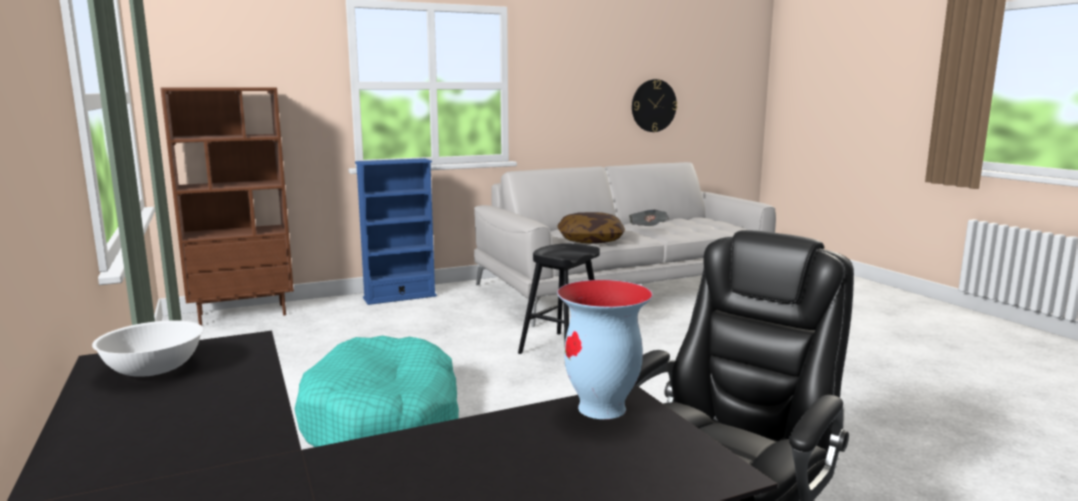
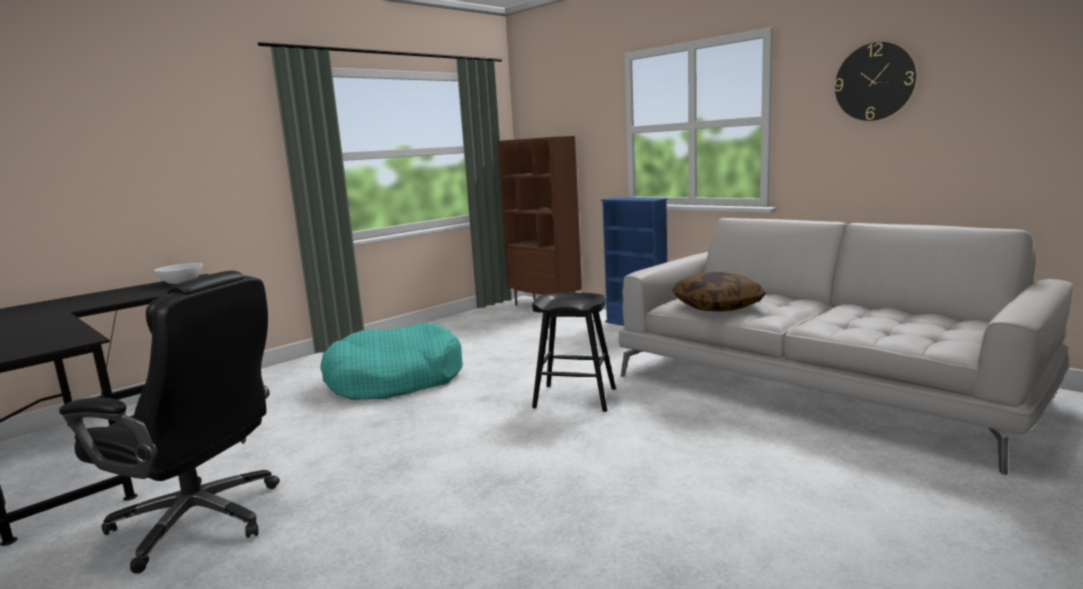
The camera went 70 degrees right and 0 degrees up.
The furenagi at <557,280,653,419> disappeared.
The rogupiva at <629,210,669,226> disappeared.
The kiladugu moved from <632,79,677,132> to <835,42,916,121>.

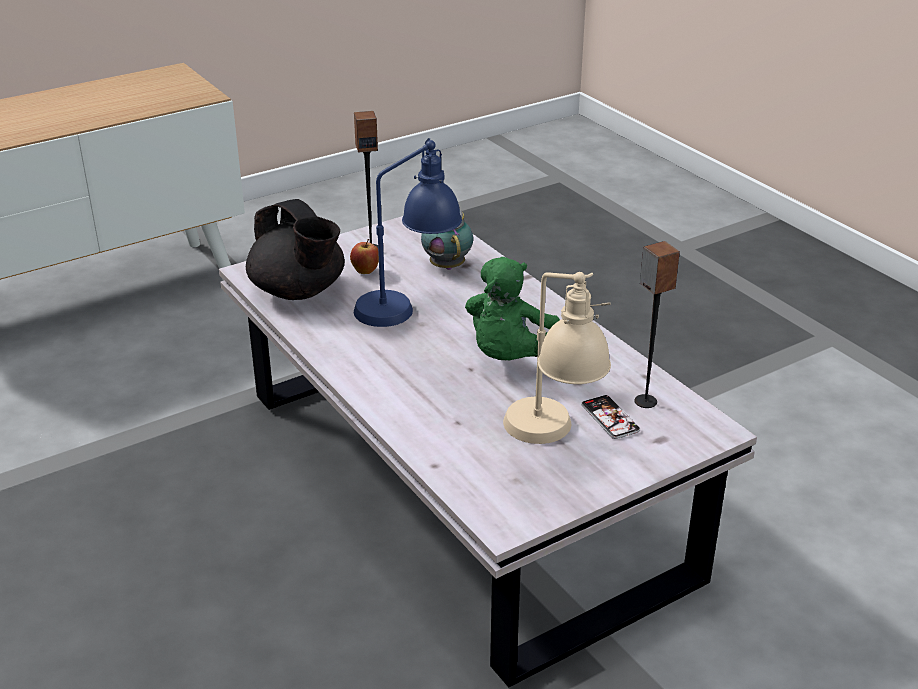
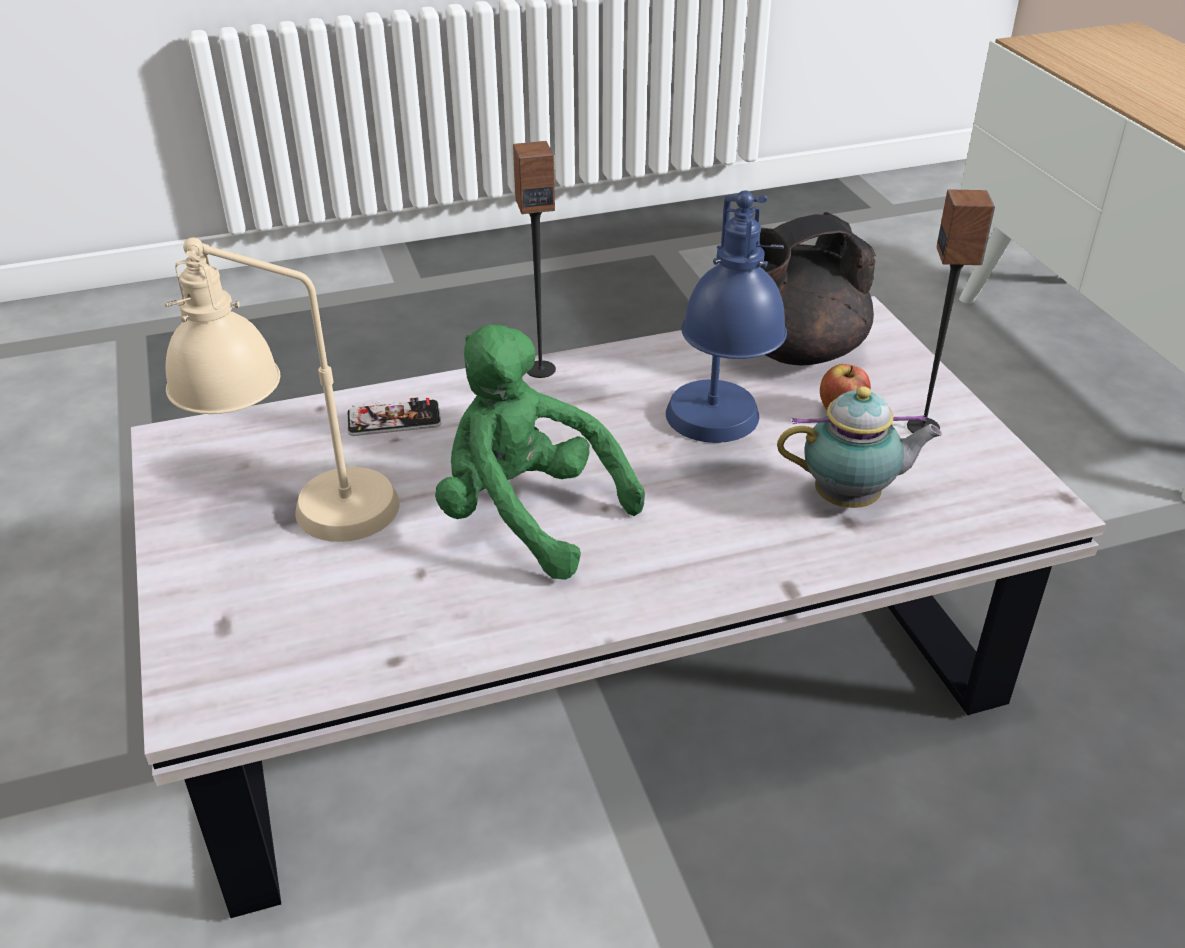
The camera went 105 degrees right and 5 degrees up.
The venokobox moved from <581,395,640,439> to <347,397,441,436>.
The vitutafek moved from <634,241,680,408> to <513,141,556,378>.

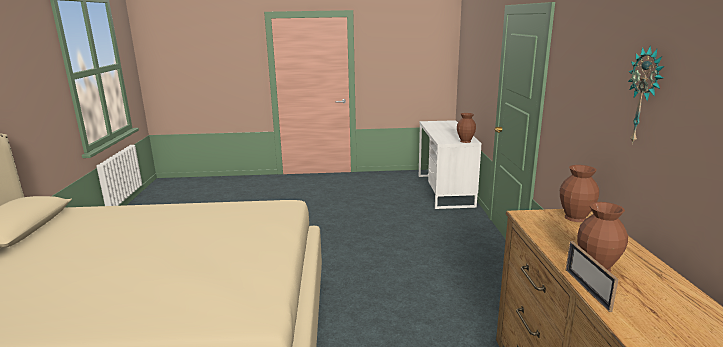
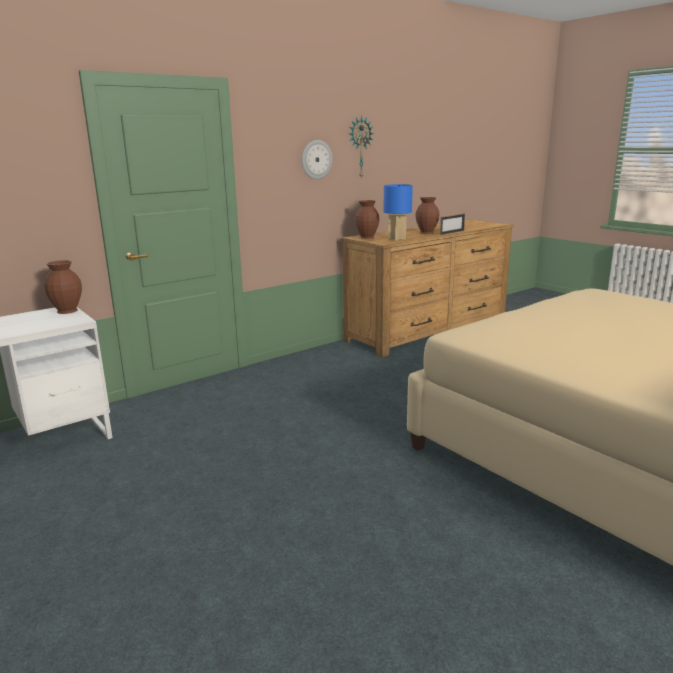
The camera went 125 degrees left and 0 degrees up.
The kiladugu at <302,140,333,180> appeared.
The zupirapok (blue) at <383,184,413,241> appeared.

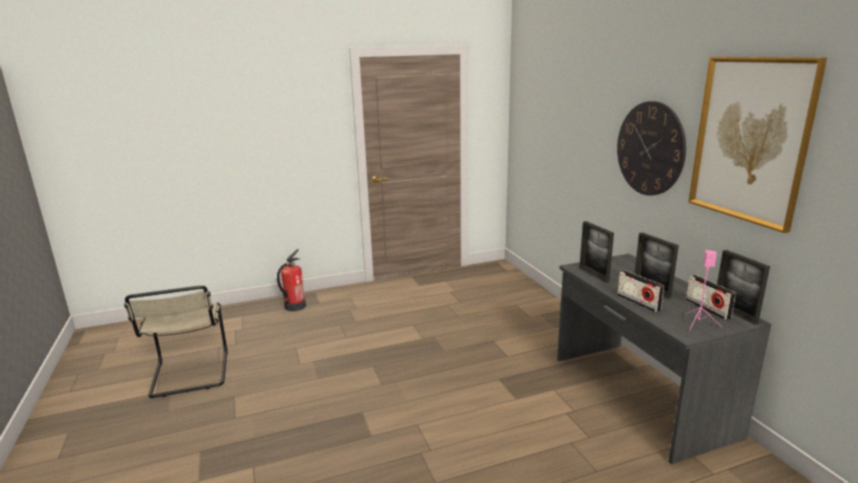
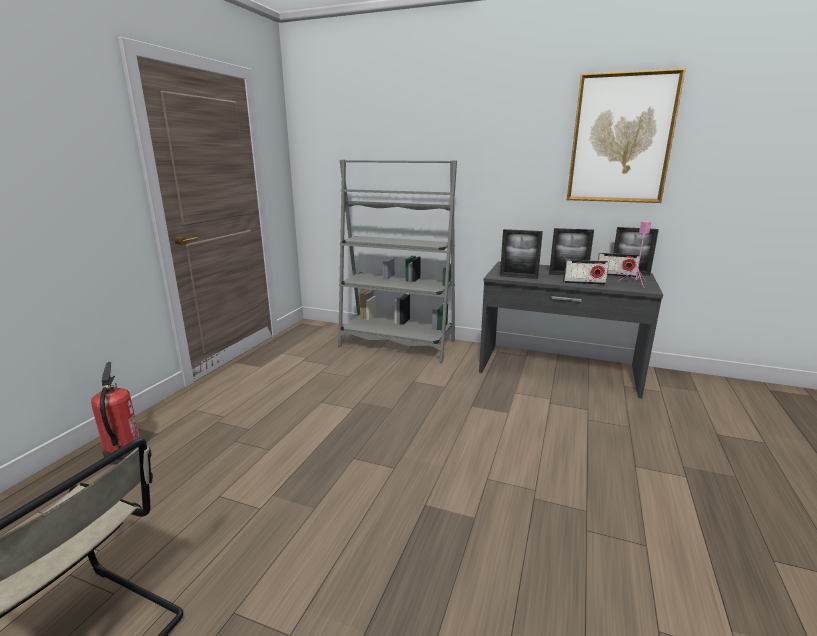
The camera went 50 degrees left and 0 degrees up.
The kiladugu at <617,101,686,196> disappeared.
The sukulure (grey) at <338,160,457,363> appeared.

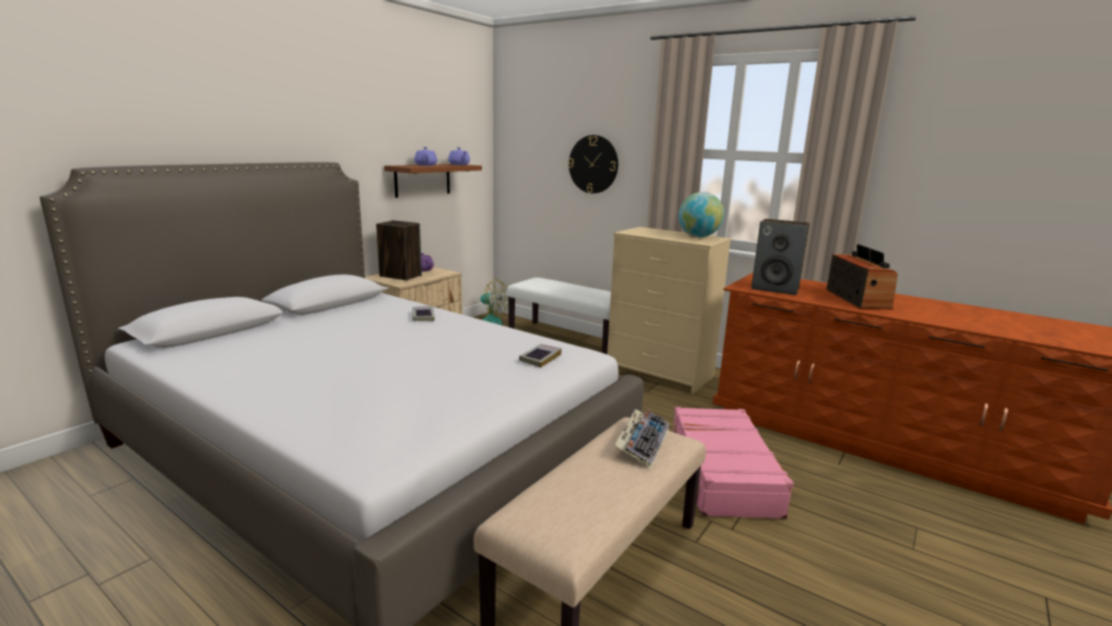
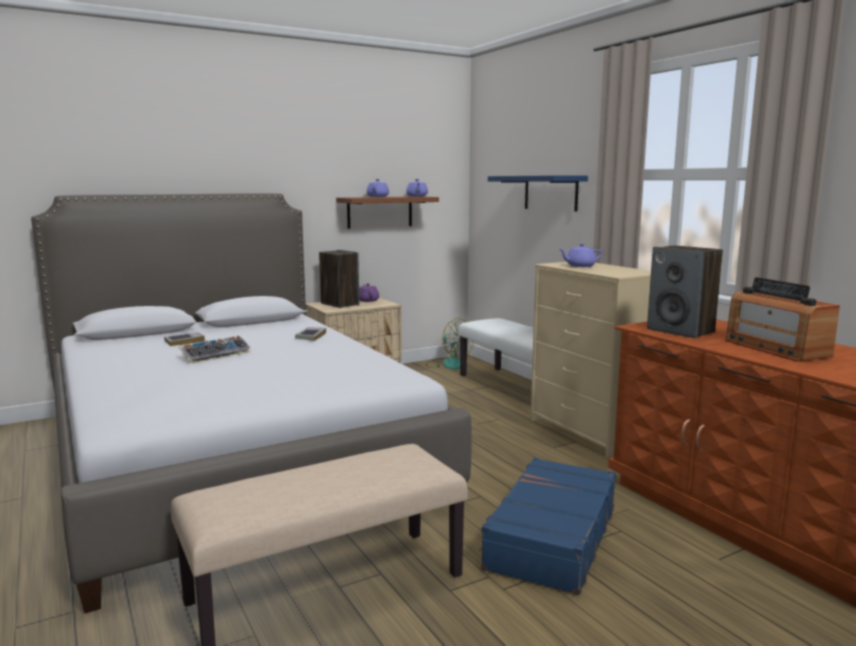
The camera went 25 degrees right and 5 degrees down.
The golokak moved from <519,344,562,368> to <164,332,205,346>.
The kiladugu at <568,135,618,194> was replaced by the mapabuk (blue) at <488,175,588,212>.
The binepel moved from <614,409,669,468> to <178,336,251,364>.
The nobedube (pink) at <673,407,794,519> became the nobedube (blue) at <479,457,616,595>.
The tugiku at <678,192,724,237> disappeared.
The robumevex at <827,244,898,310> turned 135 degrees clockwise.
The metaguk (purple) at <559,243,602,267> appeared.

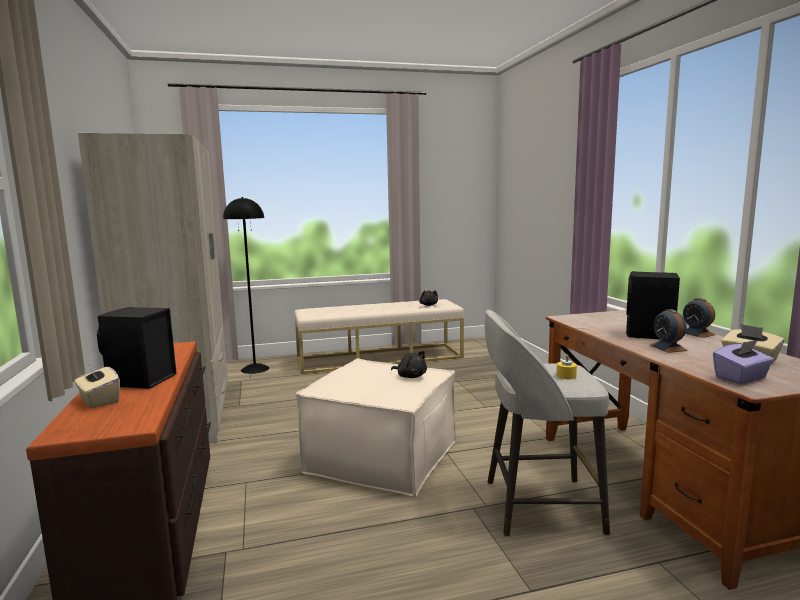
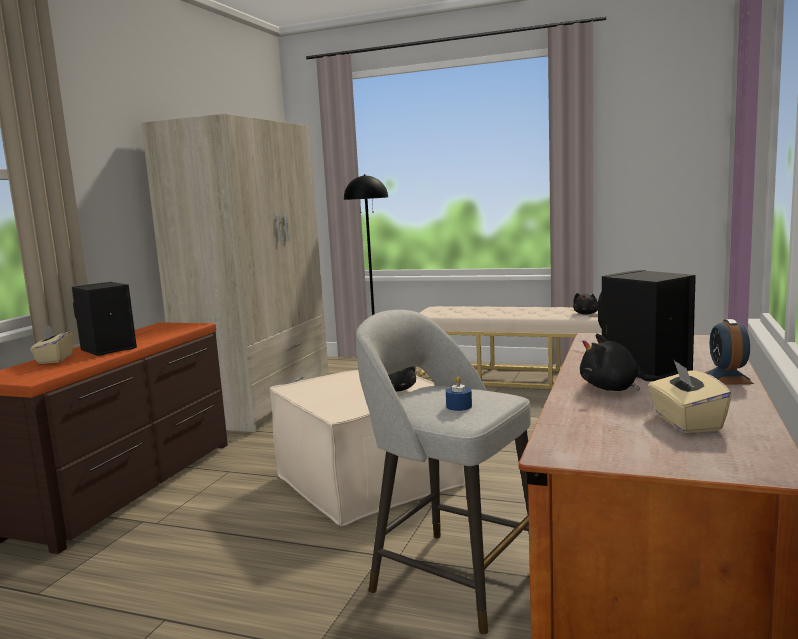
The camera went 35 degrees right and 0 degrees up.
The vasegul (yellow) at <557,354,577,379> became the vasegul (blue) at <446,377,472,411>.
The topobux at <650,309,688,353> was replaced by the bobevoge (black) at <580,334,662,391>.
The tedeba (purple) at <713,340,774,385> disappeared.

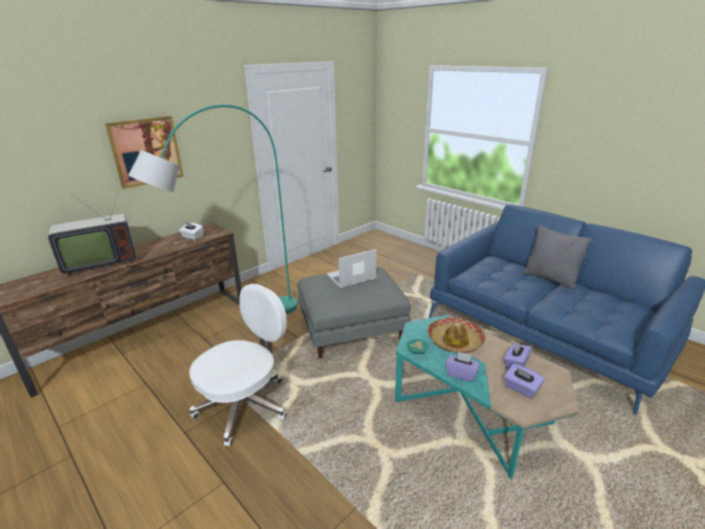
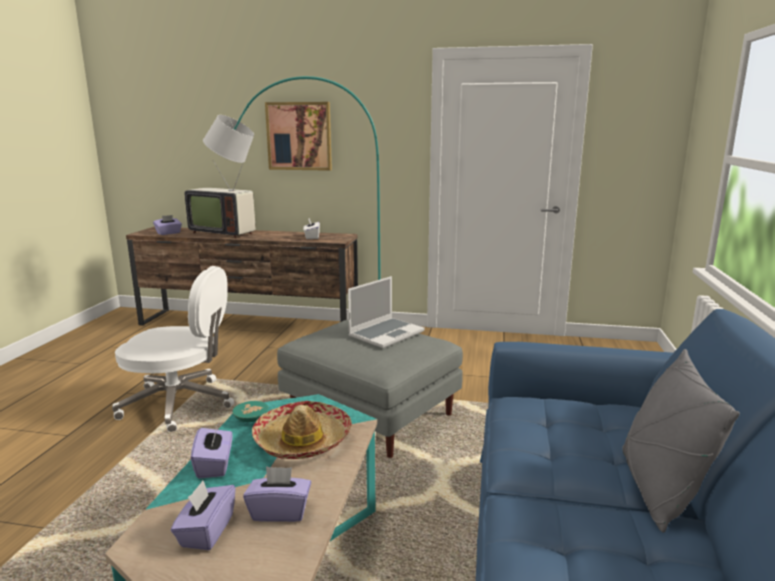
The camera went 55 degrees right and 10 degrees down.
The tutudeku at <327,249,377,288> turned 105 degrees clockwise.
The tedeba (purple) at <153,215,182,235> appeared.

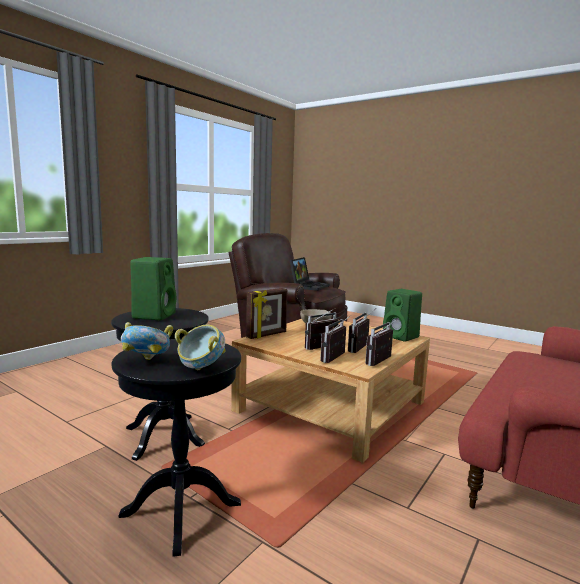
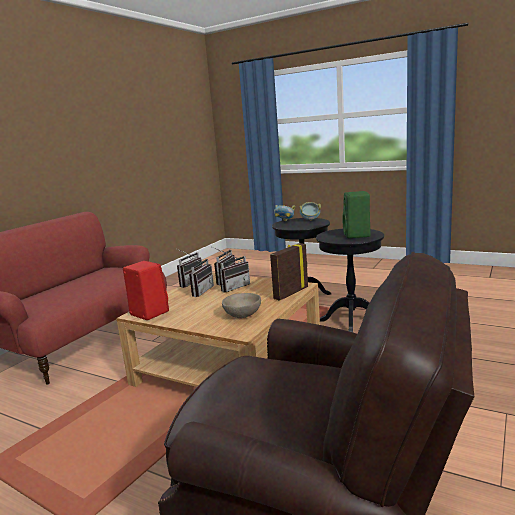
The camera went 175 degrees right and 5 degrees up.
The tutudeku at <290,257,329,291> disappeared.
The vitutafek (green) at <383,289,422,342> became the vitutafek (red) at <123,261,169,320>.

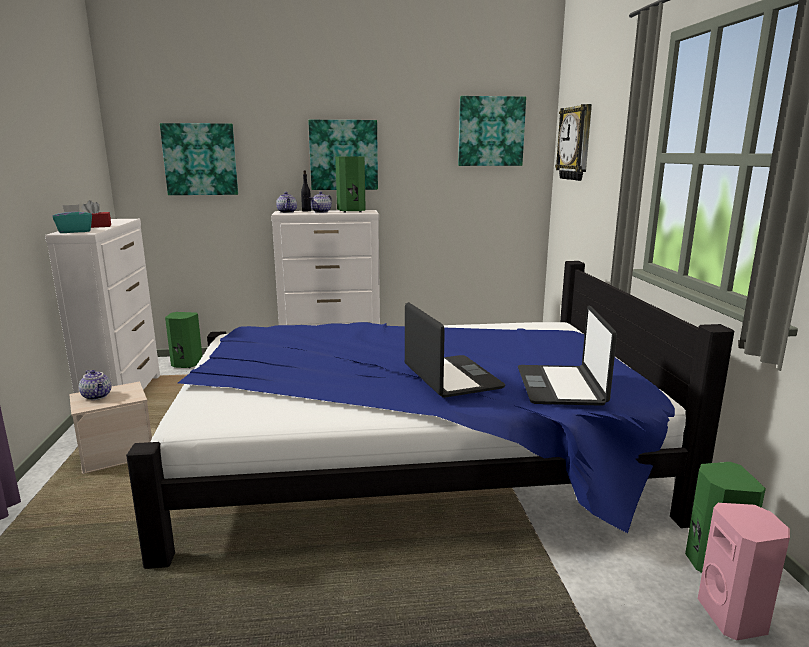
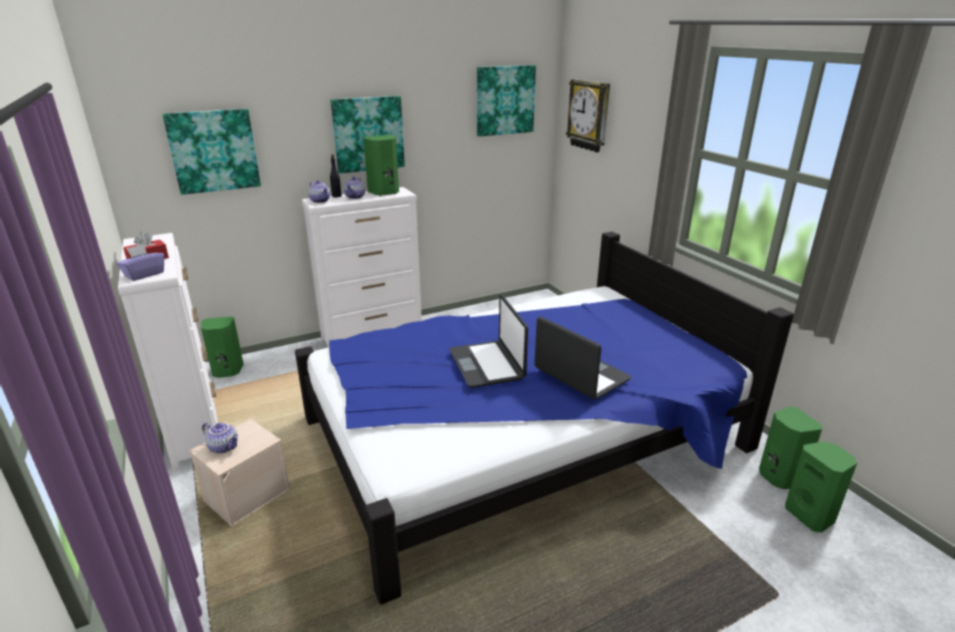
The camera went 20 degrees left and 10 degrees up.
The tedeba (turquoise) at <52,204,92,233> became the tedeba (purple) at <117,244,164,281>.
The tutudeku moved from <518,305,617,406> to <449,295,528,388>.
The vitutafek (pink) at <698,503,790,641> became the vitutafek (green) at <785,441,857,533>.

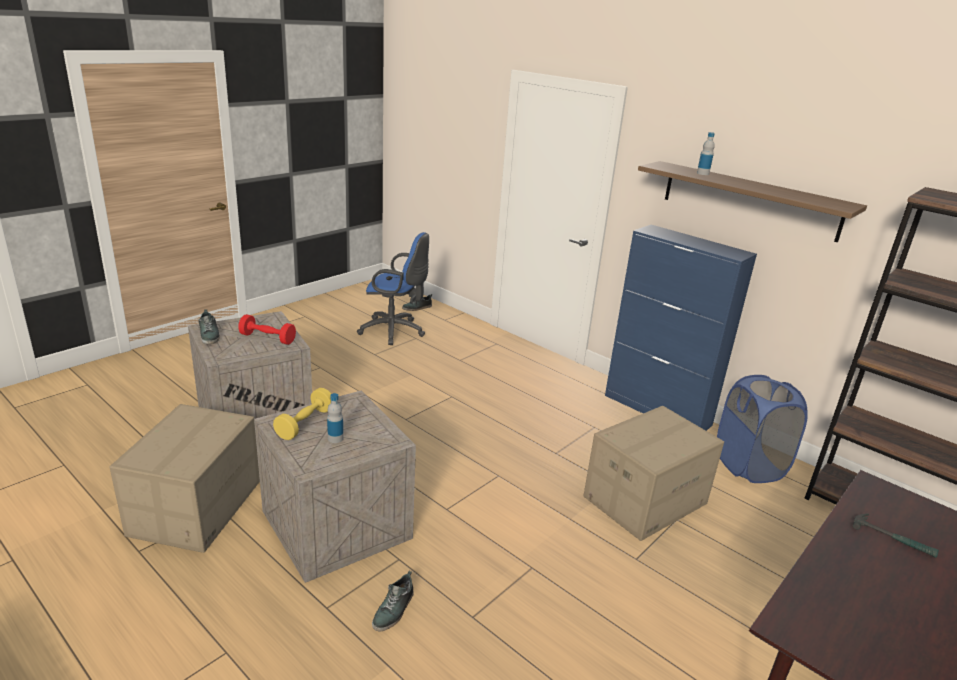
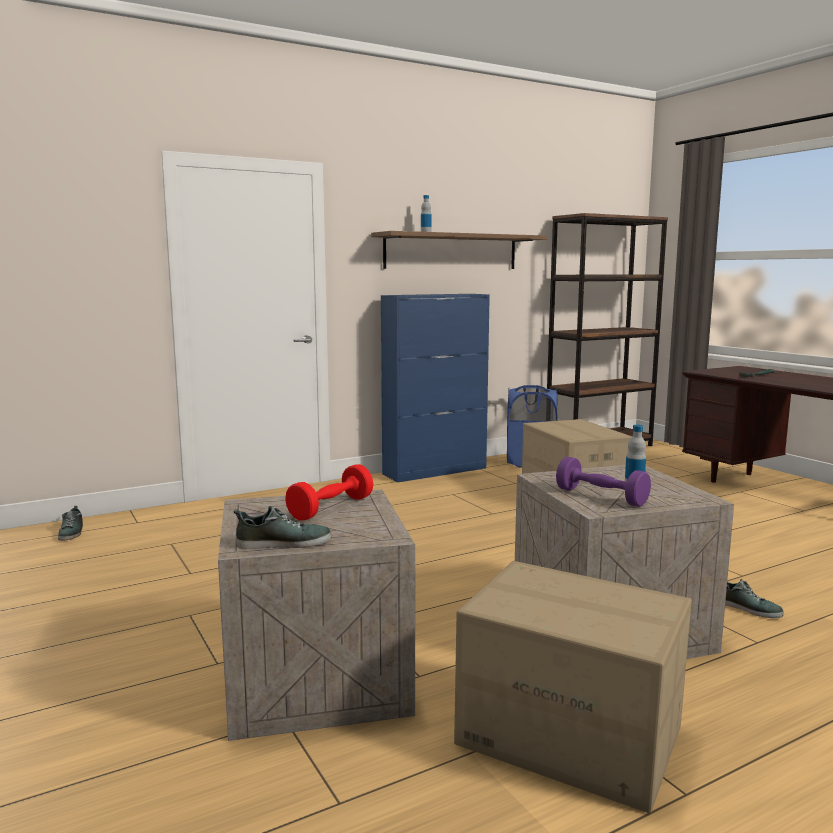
The camera went 70 degrees left and 15 degrees down.
The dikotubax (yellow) at <273,388,331,440> became the dikotubax (purple) at <556,457,651,507>.
The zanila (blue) at <357,232,429,345> disappeared.

